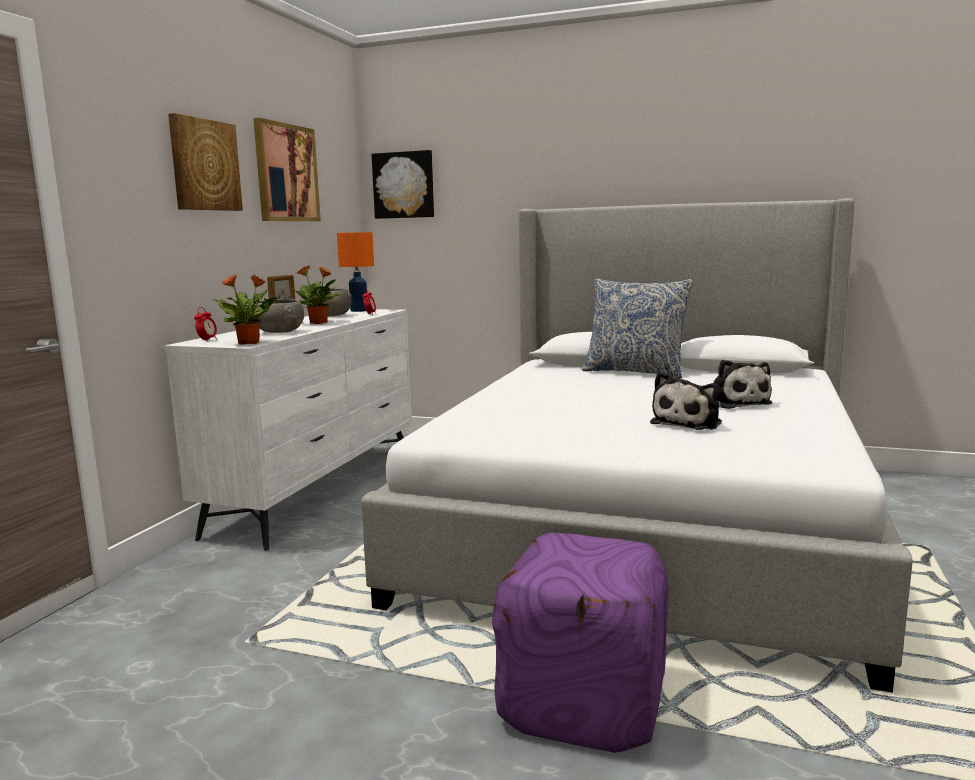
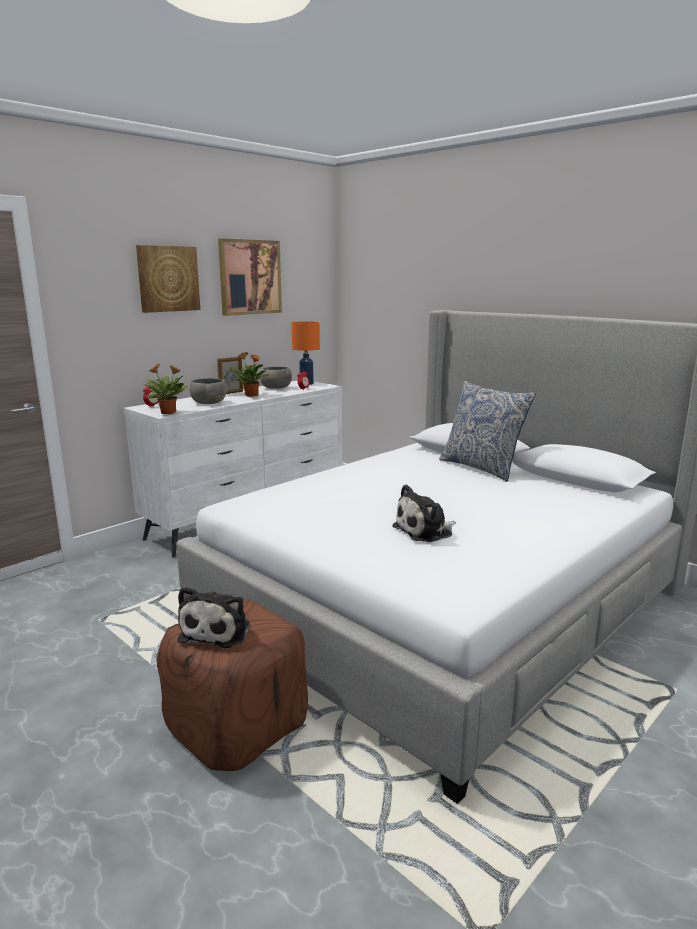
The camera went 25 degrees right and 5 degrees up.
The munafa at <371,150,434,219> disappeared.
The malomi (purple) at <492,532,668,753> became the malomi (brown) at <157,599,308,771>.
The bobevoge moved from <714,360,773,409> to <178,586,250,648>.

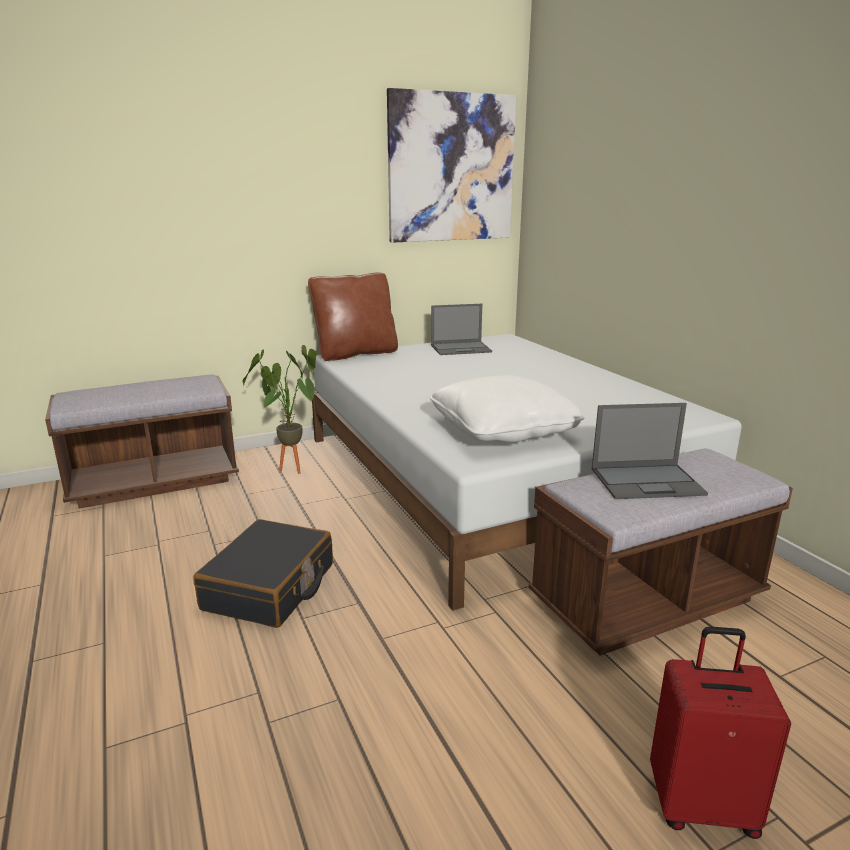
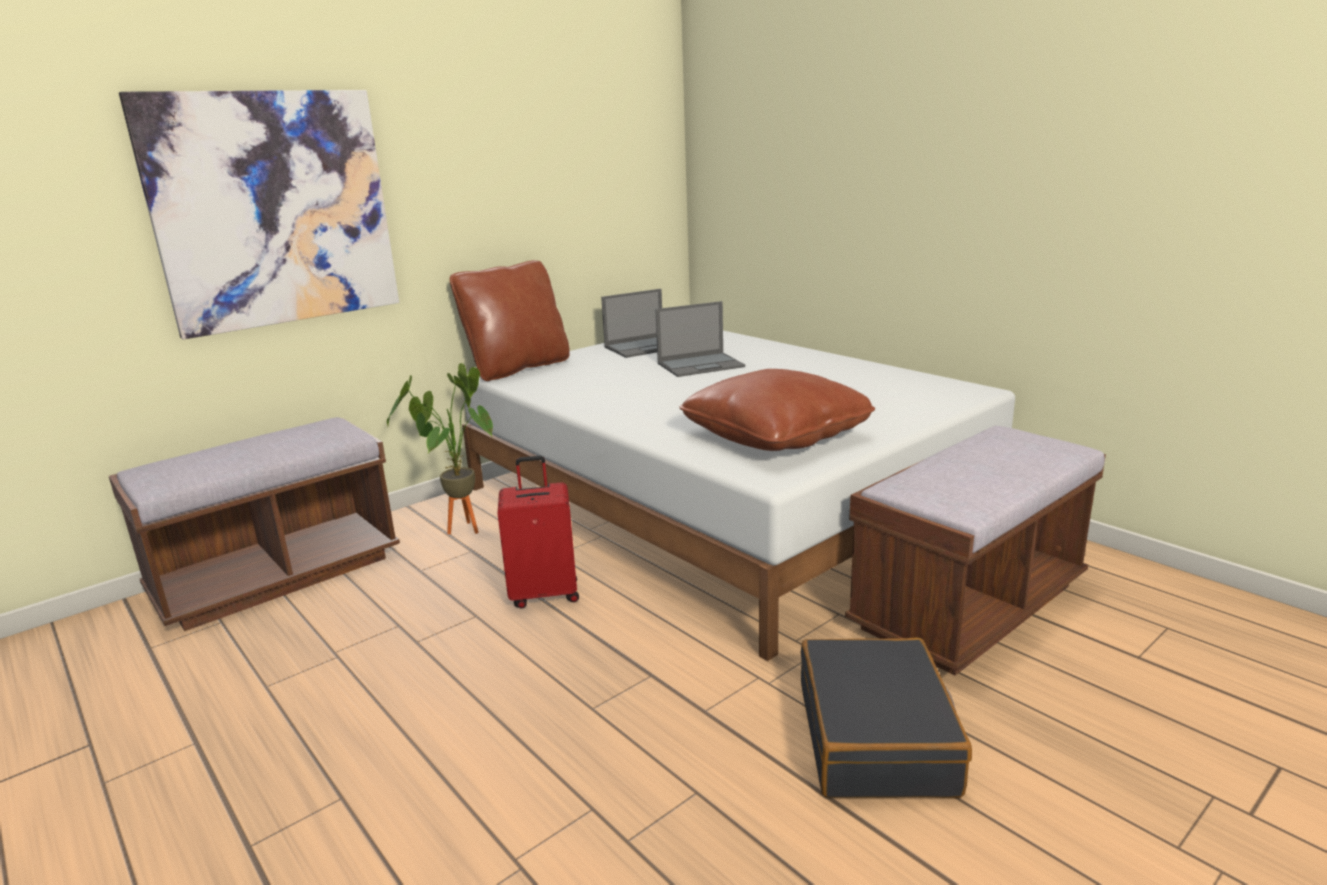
The camera went 15 degrees left and 0 degrees up.
The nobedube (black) moved from <193,519,333,628> to <801,638,972,798>.
The munafa moved from <387,88,516,243> to <119,90,399,340>.
The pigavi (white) at <430,375,584,443> became the pigavi (brown) at <679,369,875,451>.
The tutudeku moved from <592,403,708,499> to <655,301,745,377>.
The nobedube (red) moved from <650,626,791,839> to <497,456,579,608>.

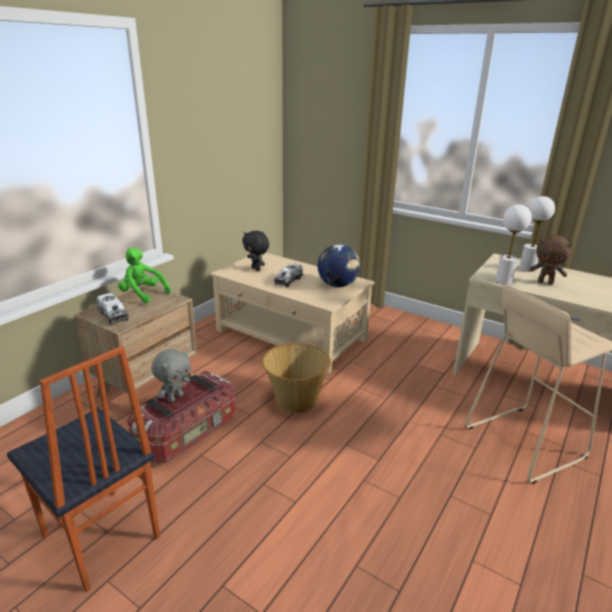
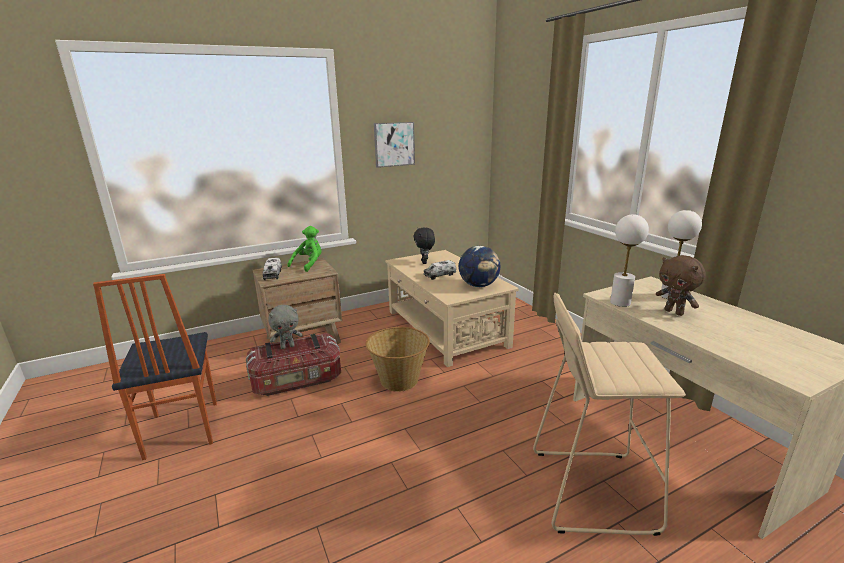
The camera went 30 degrees right and 5 degrees down.
The bobevoge (green) at <118,248,171,303> turned 60 degrees clockwise.
The munafa at <374,122,415,168> appeared.

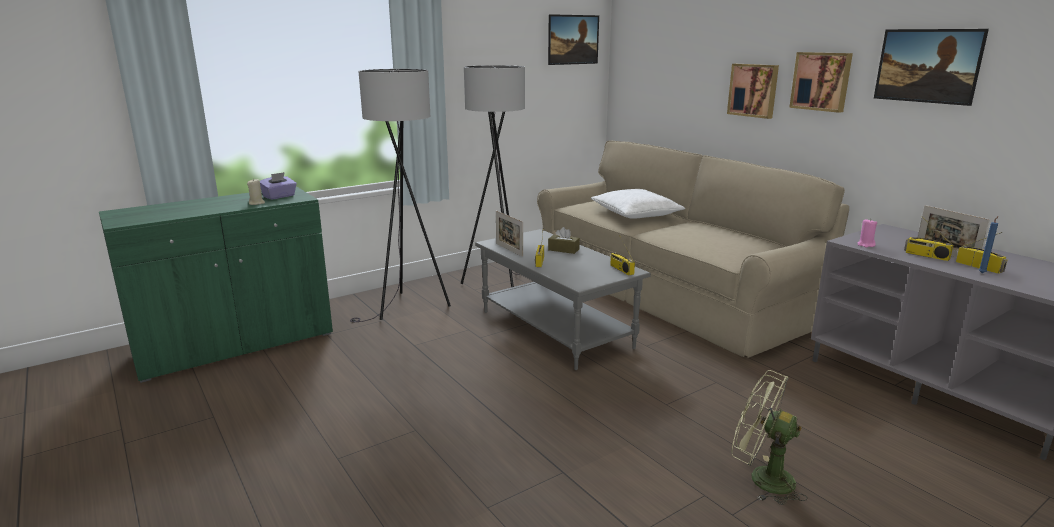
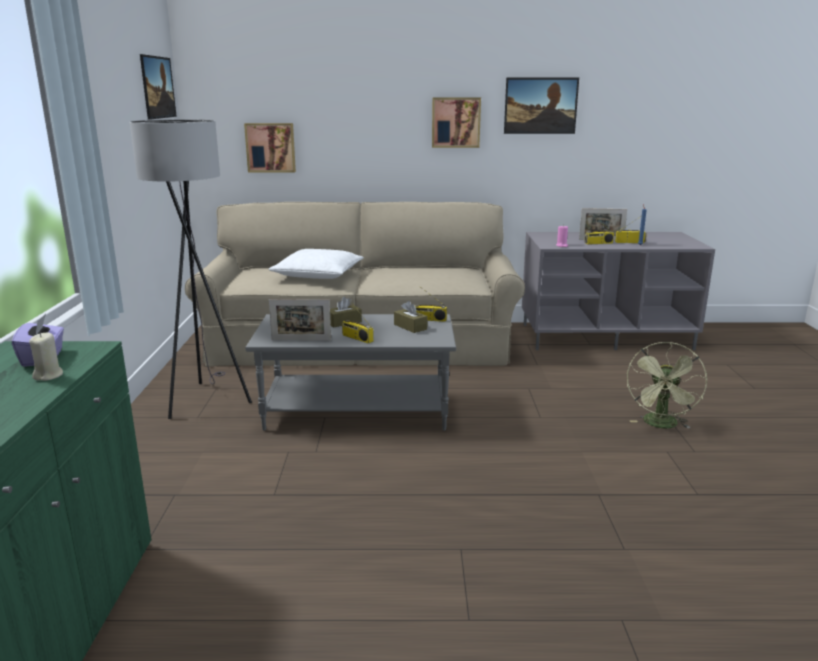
The camera went 55 degrees left and 0 degrees up.
The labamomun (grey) at <350,69,451,322> disappeared.
The munafa moved from <727,64,779,119> to <244,123,296,172>.
The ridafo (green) at <731,370,807,505> turned 45 degrees counterclockwise.
The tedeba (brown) at <394,301,427,333> appeared.

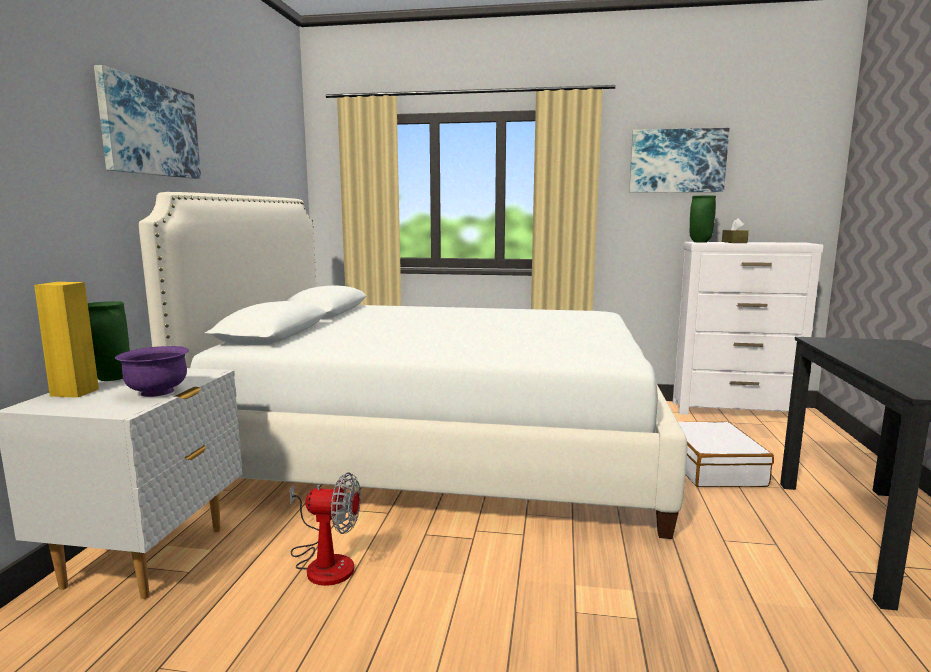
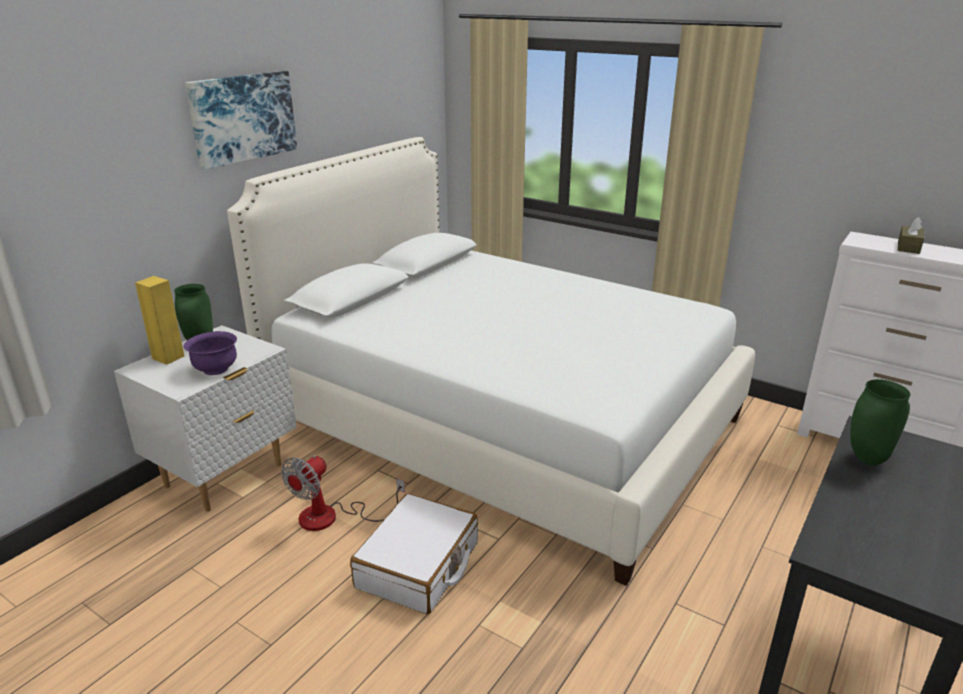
The camera went 25 degrees right and 15 degrees up.
The ridafo at <290,472,361,586> turned 90 degrees clockwise.
The munafa at <629,128,729,193> disappeared.
The nobedube (white) moved from <678,421,774,487> to <350,494,478,614>.
The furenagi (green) moved from <690,196,716,243> to <850,379,910,466>.

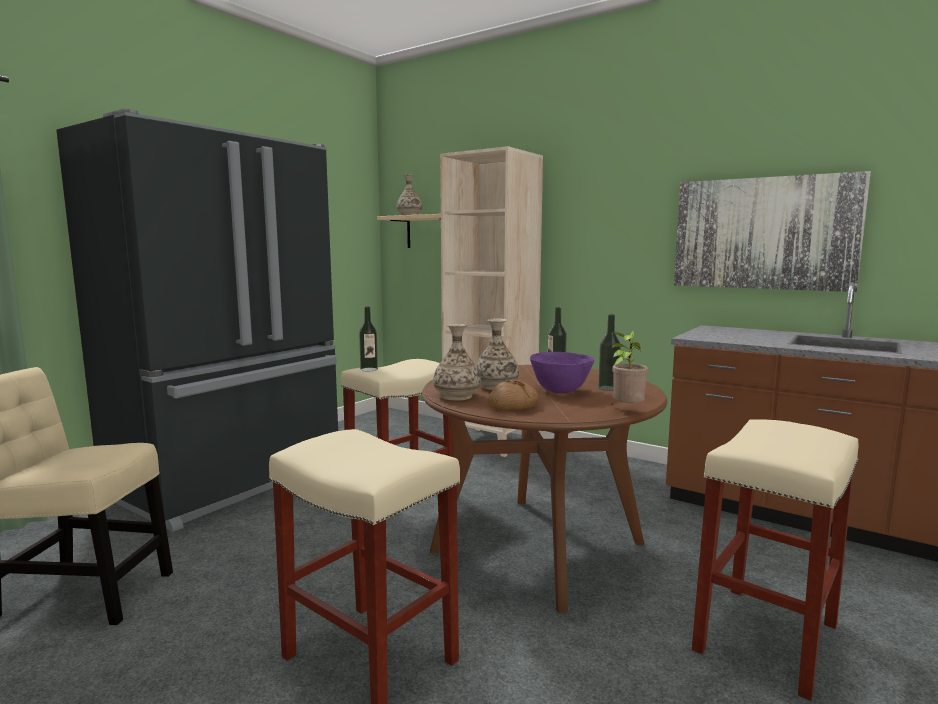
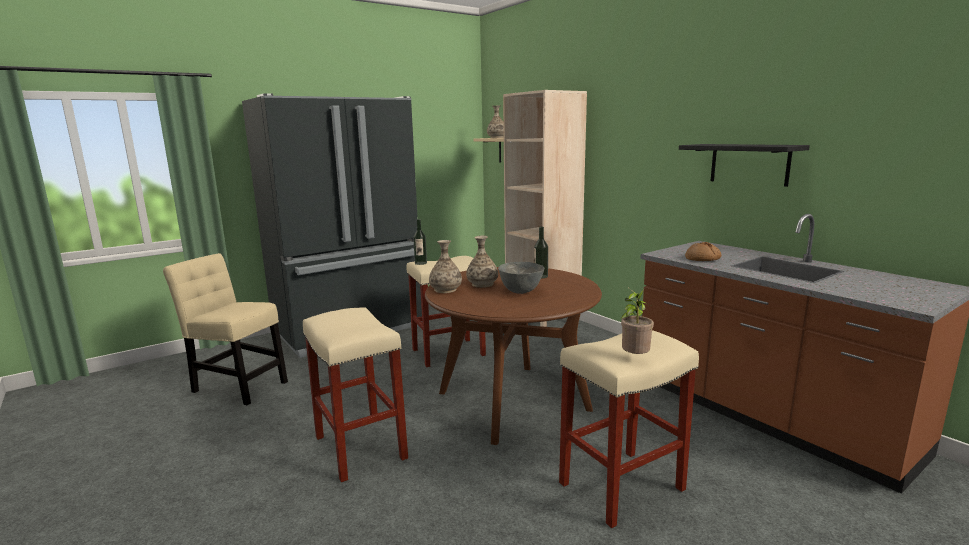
The camera went 20 degrees right and 5 degrees up.
The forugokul moved from <488,380,539,410> to <685,242,721,261>.
The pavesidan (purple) at <530,352,595,393> became the pavesidan (grey) at <498,262,544,294>.
The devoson at <598,314,621,391> disappeared.
The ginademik moved from <611,331,648,406> to <620,288,654,354>.
The munafa at <674,171,871,292> was replaced by the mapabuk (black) at <679,144,810,187>.

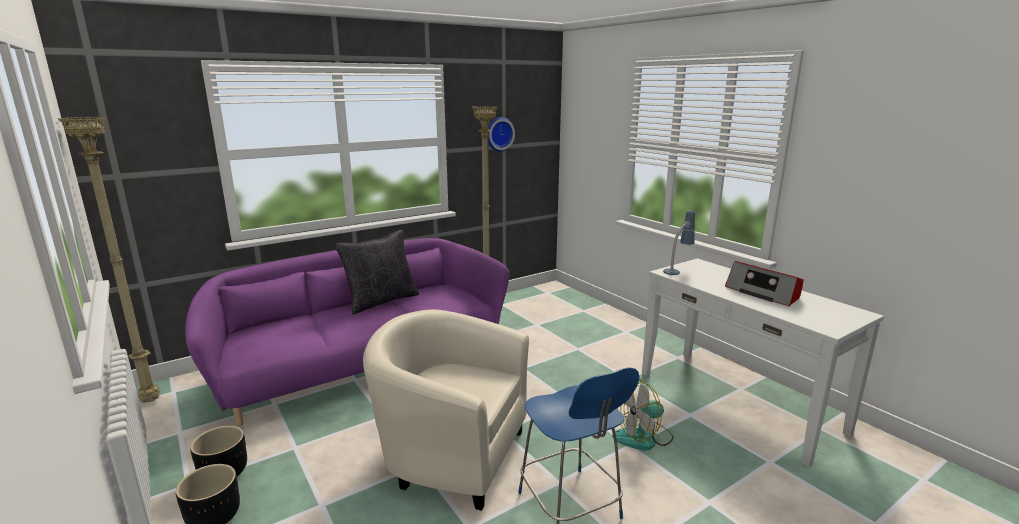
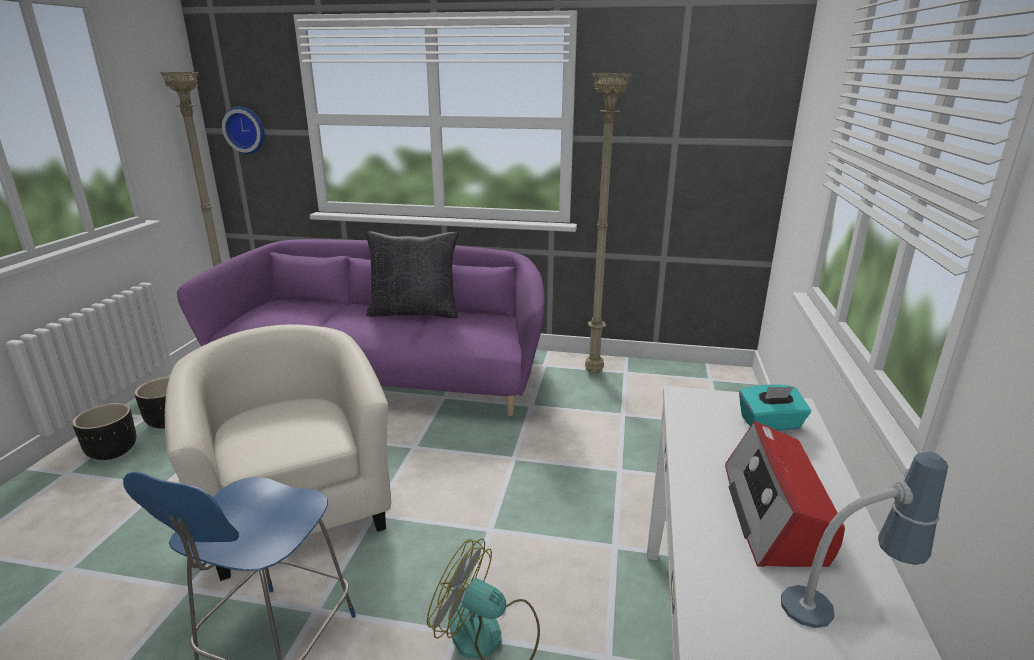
The camera went 45 degrees right and 5 degrees up.
The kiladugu moved from <488,117,515,151> to <222,107,265,154>.
The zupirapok moved from <663,210,695,275> to <781,452,948,628>.
The tedeba (turquoise) at <739,384,811,431> appeared.

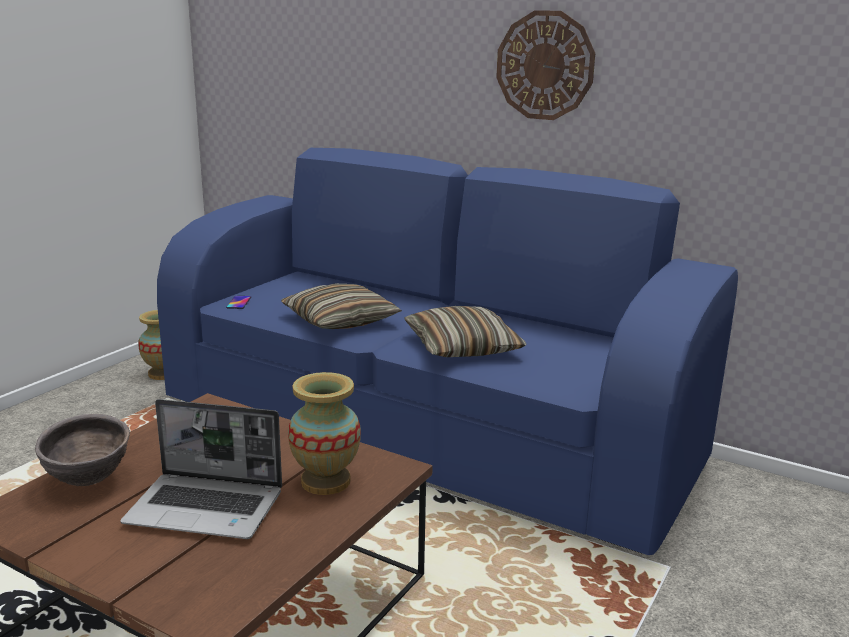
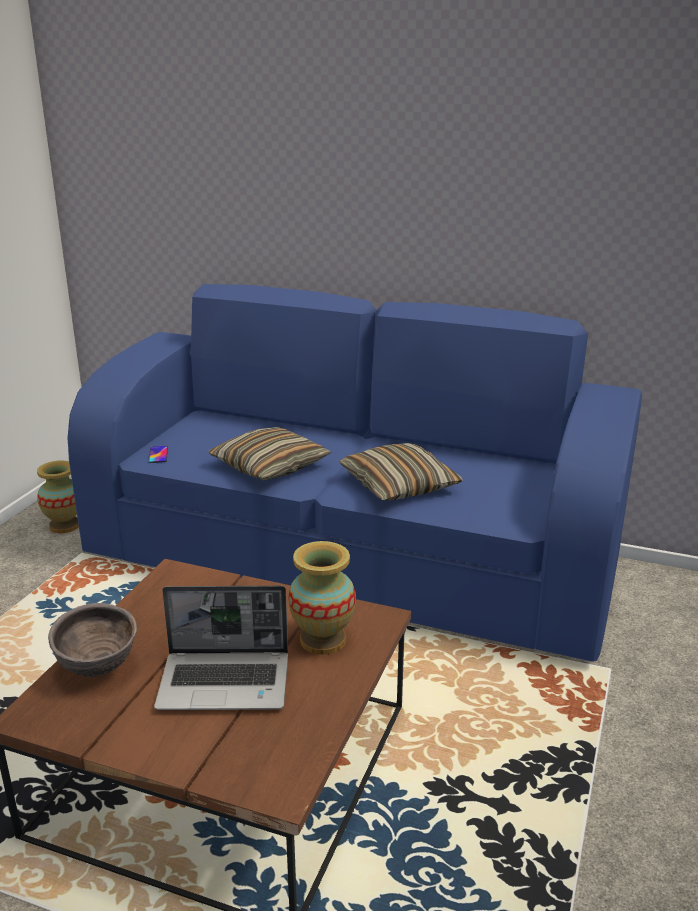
The camera went 10 degrees left and 5 degrees up.
The kiladugu at <496,10,595,120> disappeared.

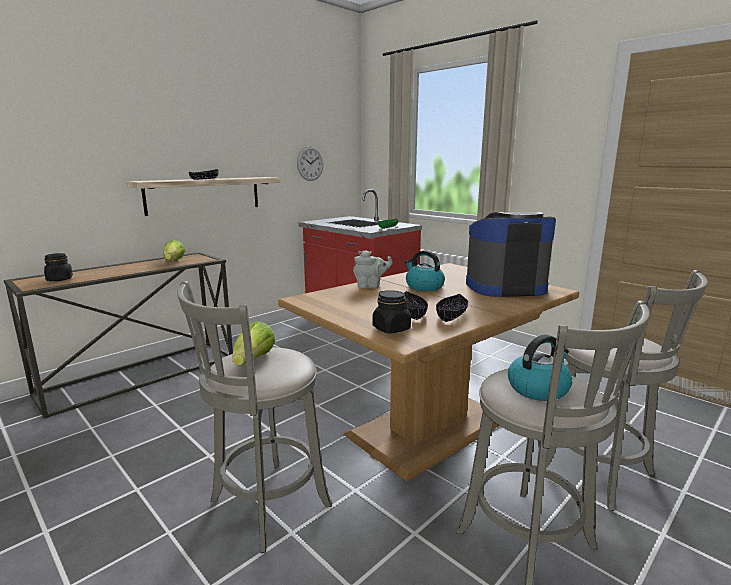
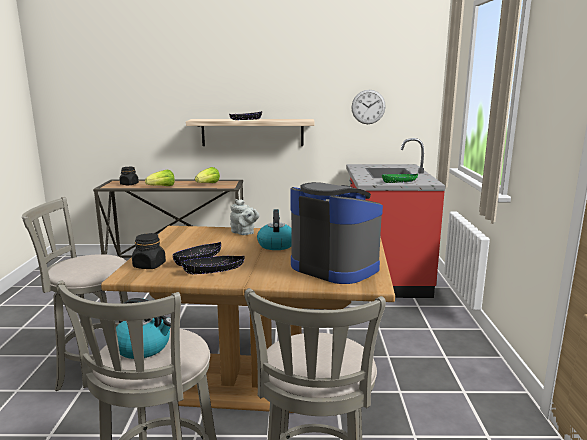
The camera went 45 degrees right and 0 degrees up.
The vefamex moved from <233,321,275,365> to <145,170,175,186>.

